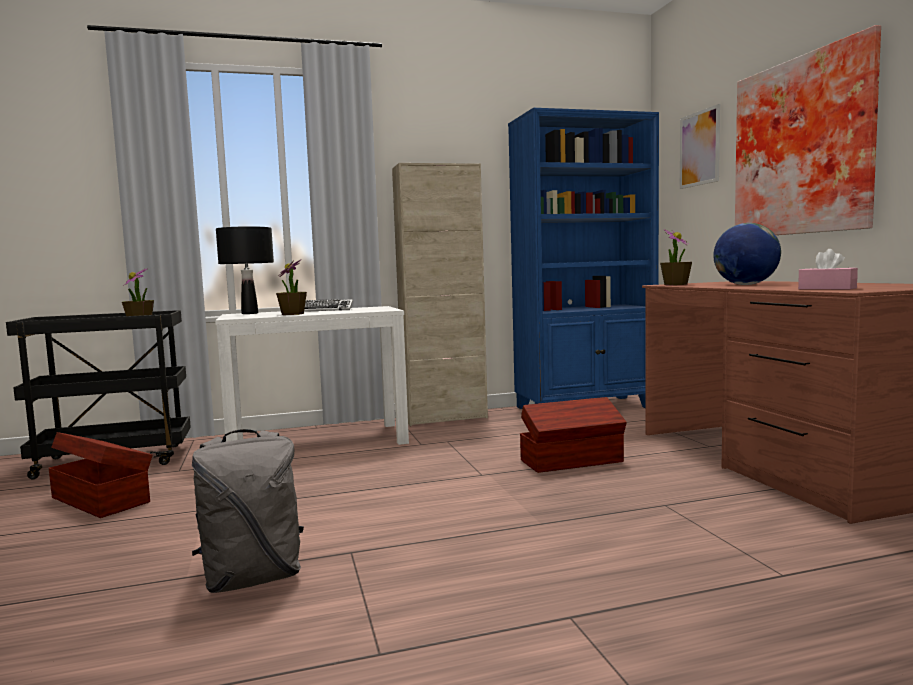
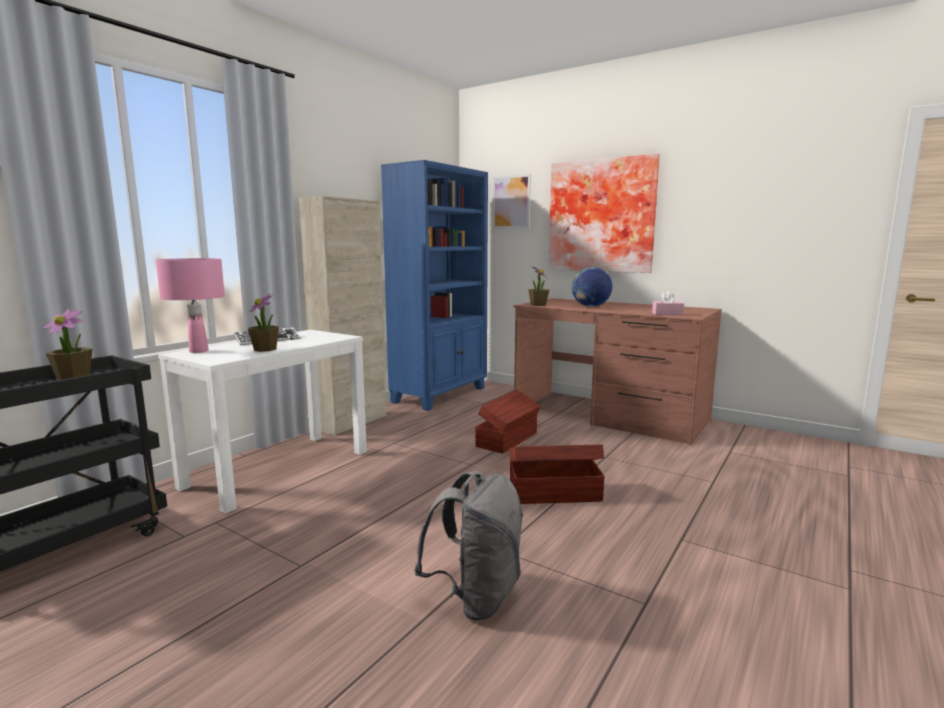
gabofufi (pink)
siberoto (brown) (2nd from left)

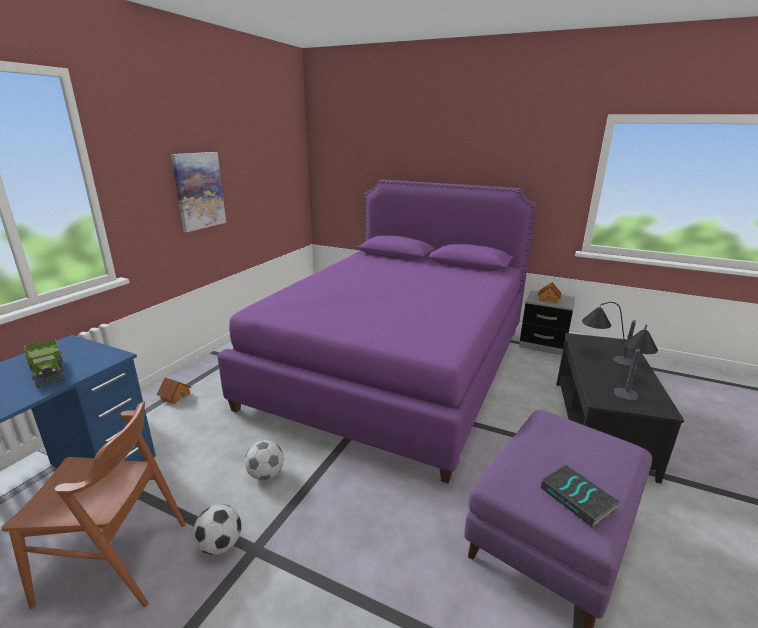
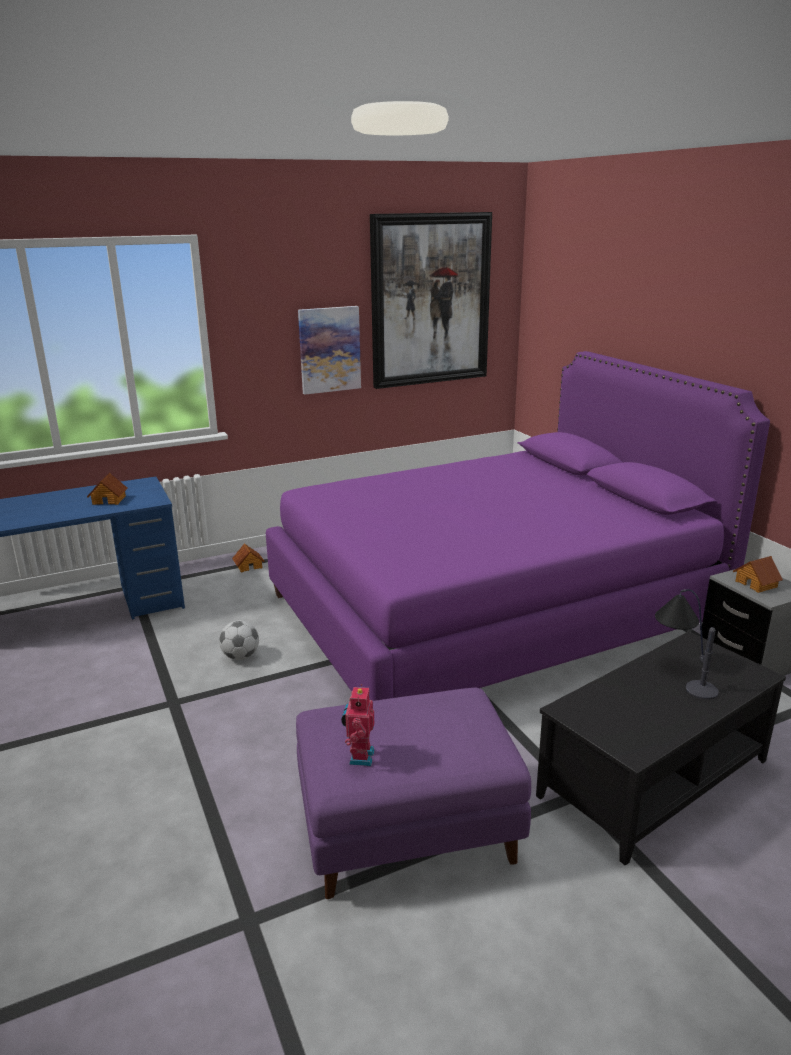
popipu (1st from left)
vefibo
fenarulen (2nd from left)
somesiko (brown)
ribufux (1st from left in the first image)
gabofufi (2nd from left in the first image)

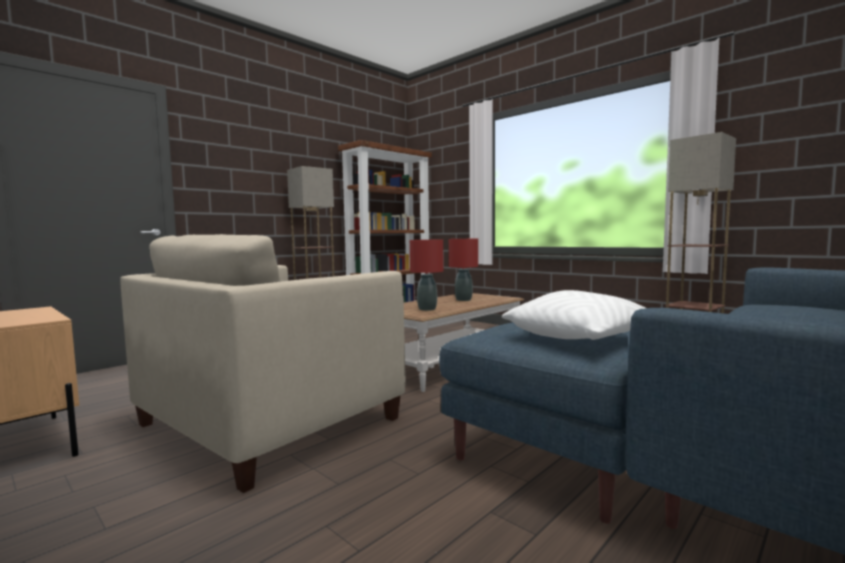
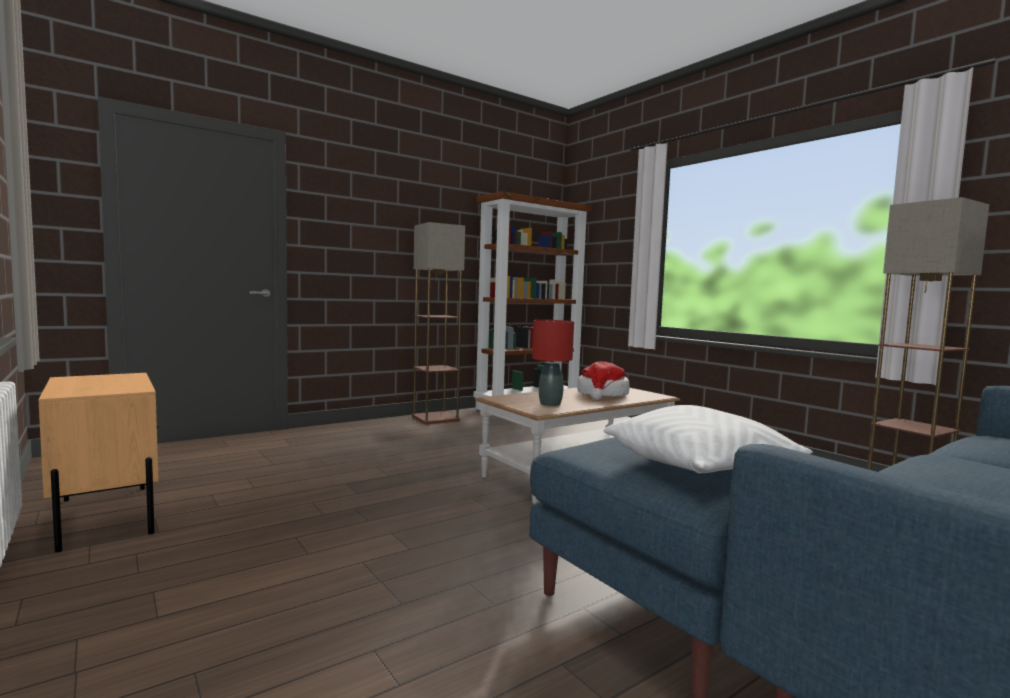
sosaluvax
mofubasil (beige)

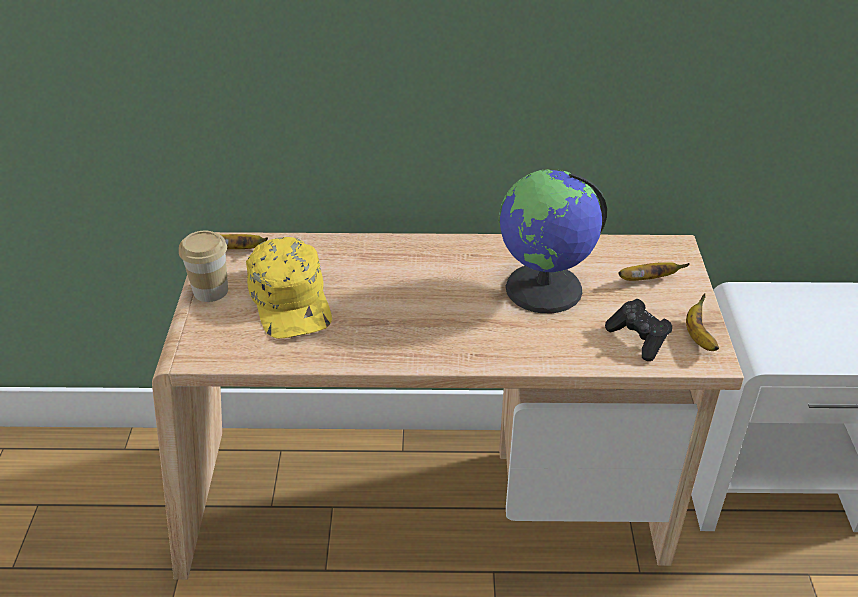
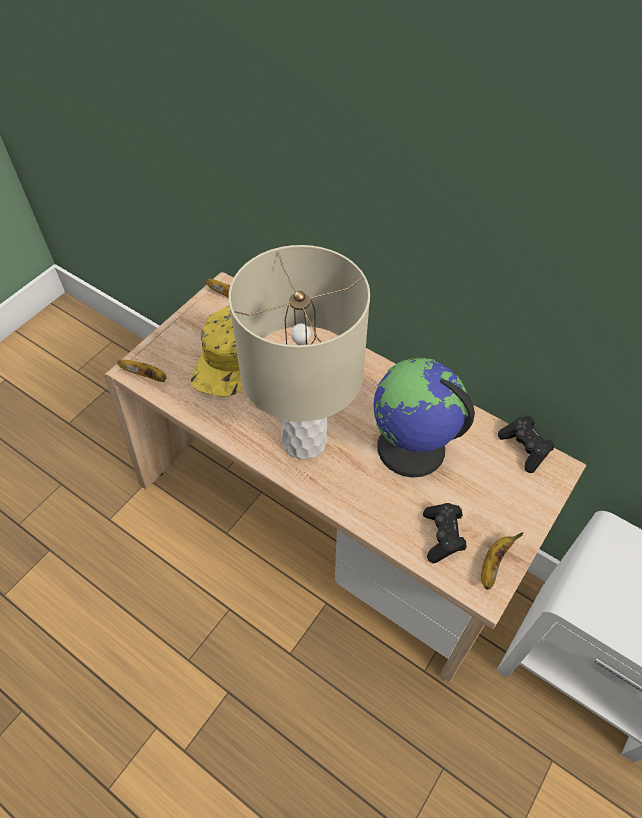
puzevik (1st from left)
gabofufi (beige)
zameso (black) (2nd from left)
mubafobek

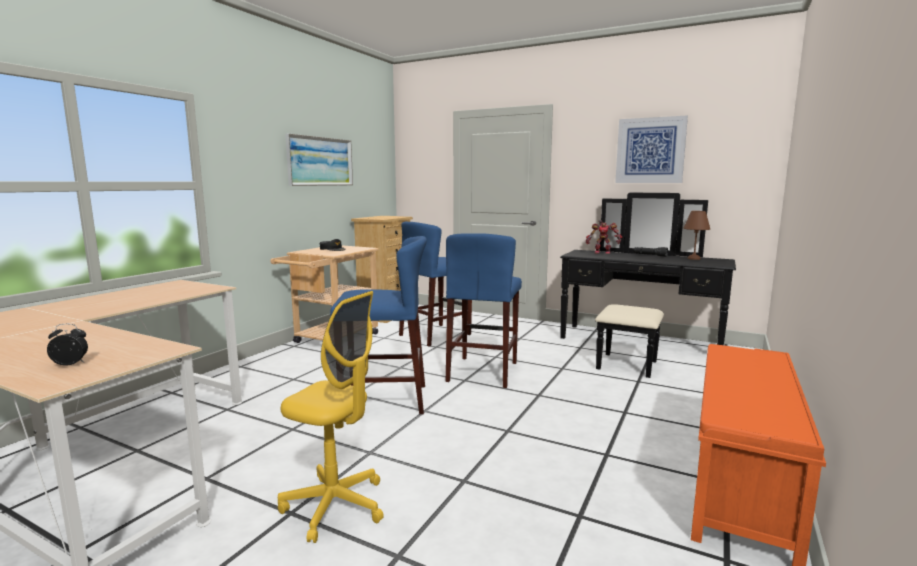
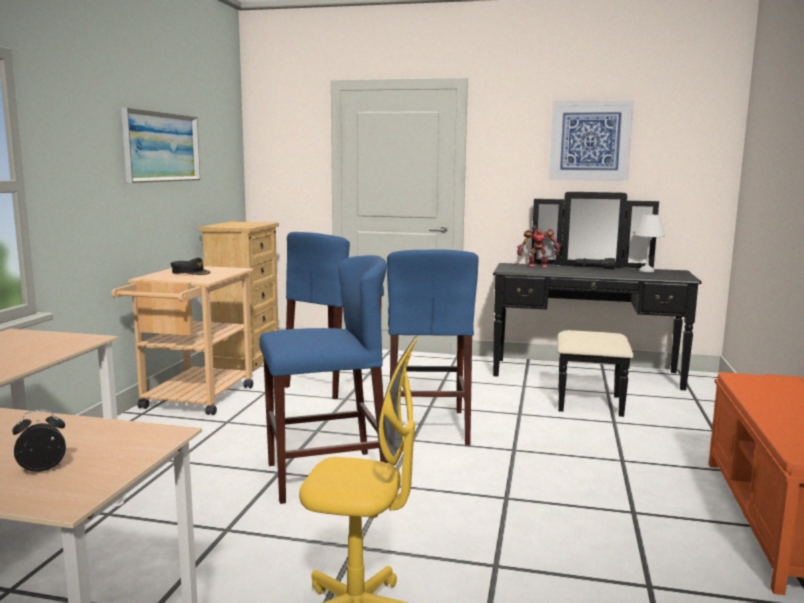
gabofufi (white)

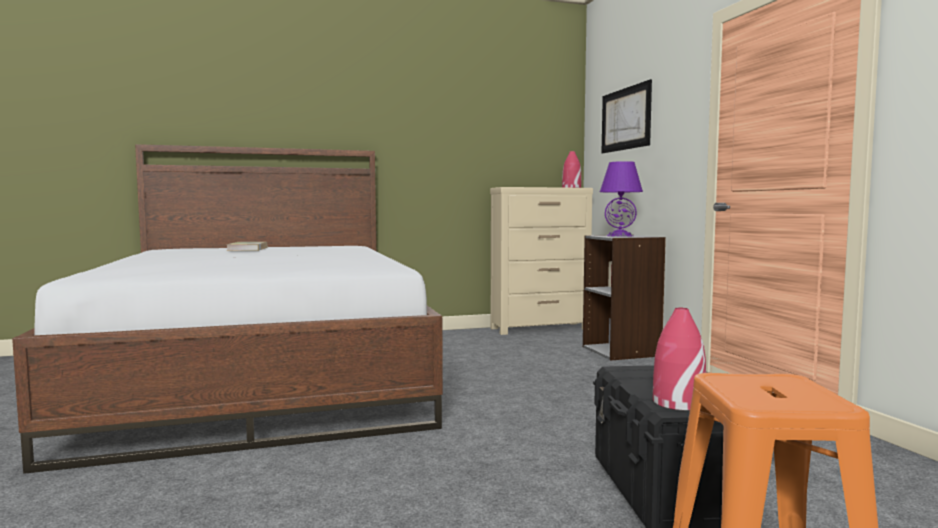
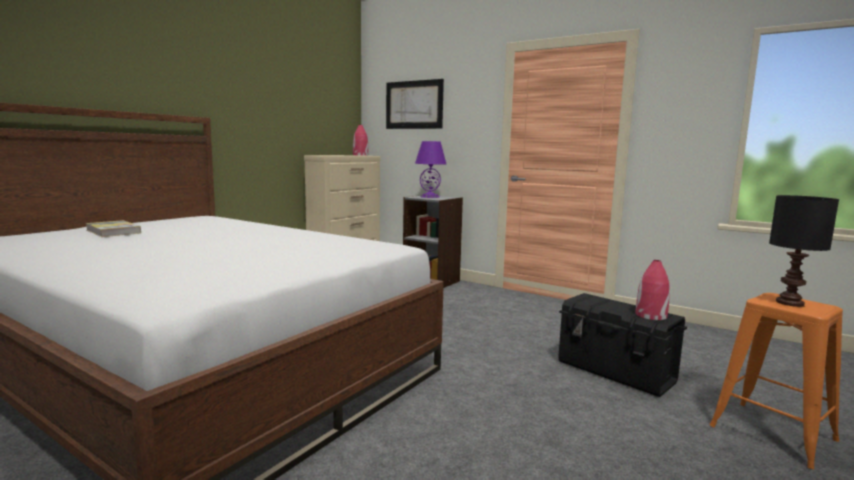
gabofufi (black)

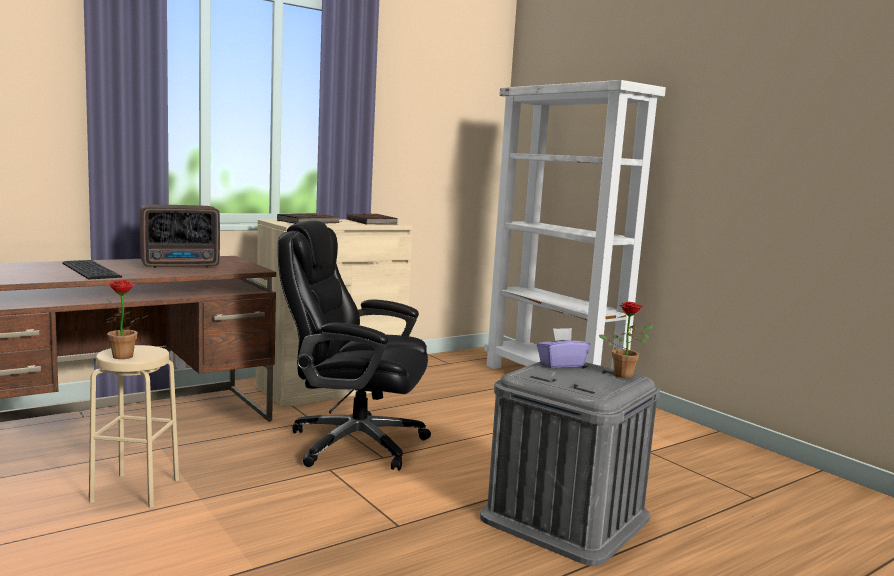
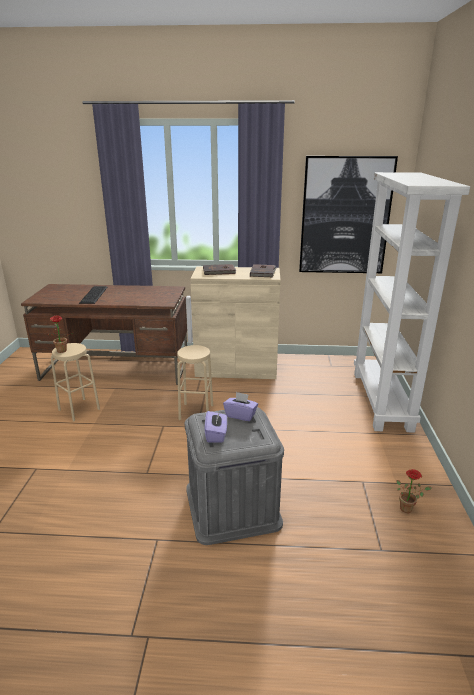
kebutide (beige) (2nd from left)
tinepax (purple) (1st from left)
fenarulen
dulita (2nd from left)
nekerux

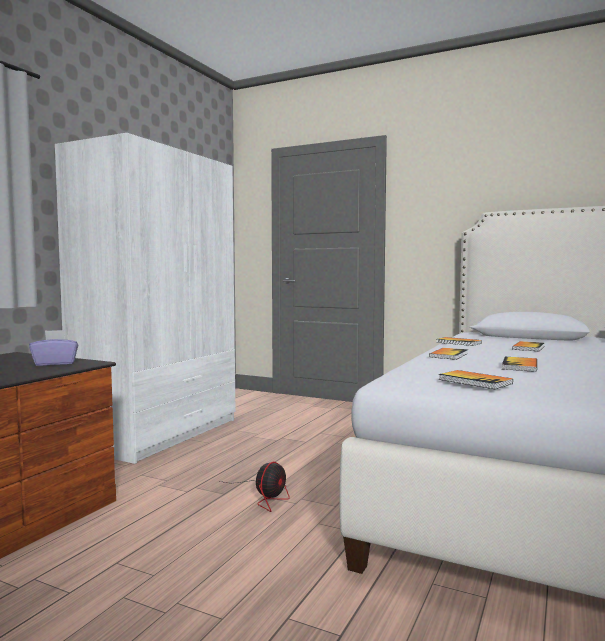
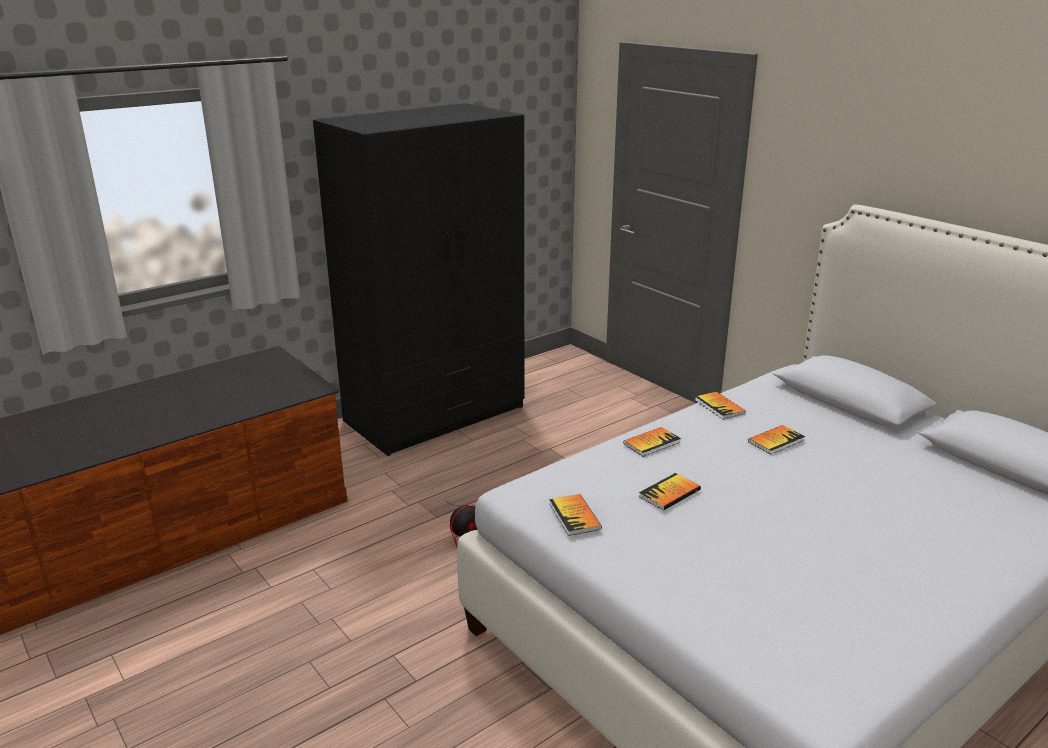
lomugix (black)
tinepax (purple)

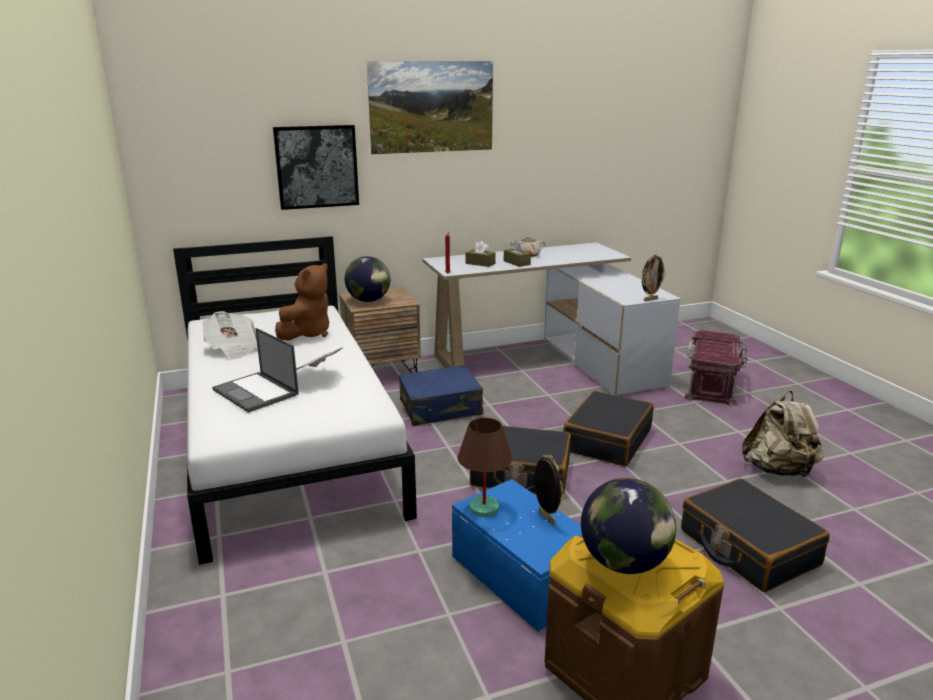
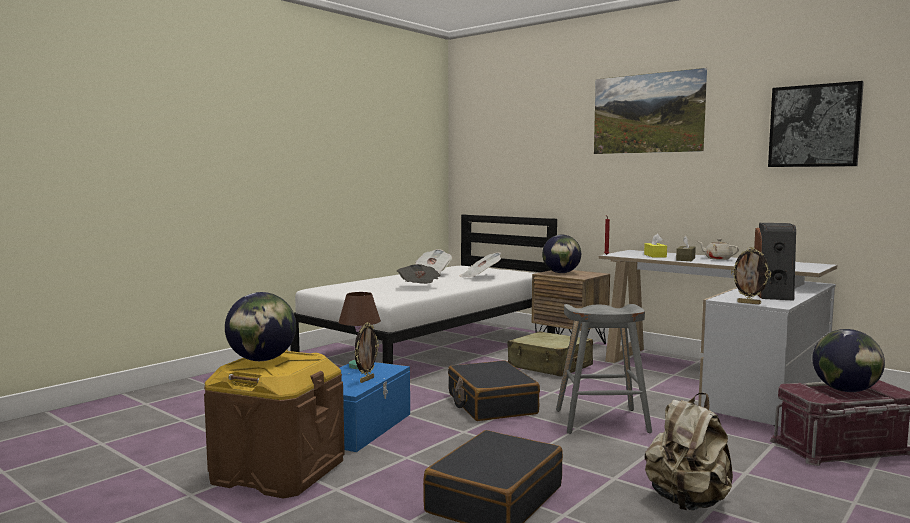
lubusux (3rd from left)
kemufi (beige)
kebutide (grey)
tinepax (yellow)
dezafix
fenarulen (2nd from left)
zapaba (3rd from left)
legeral

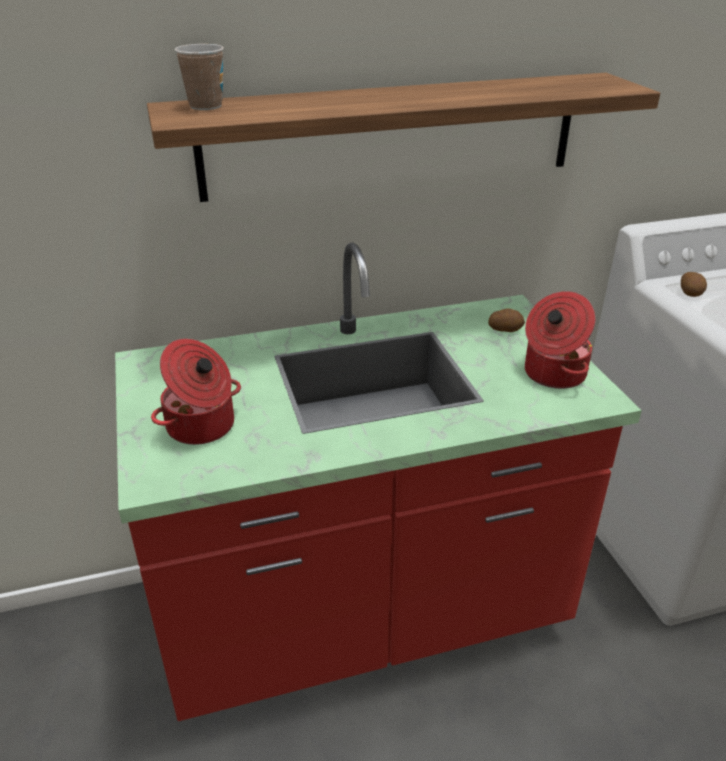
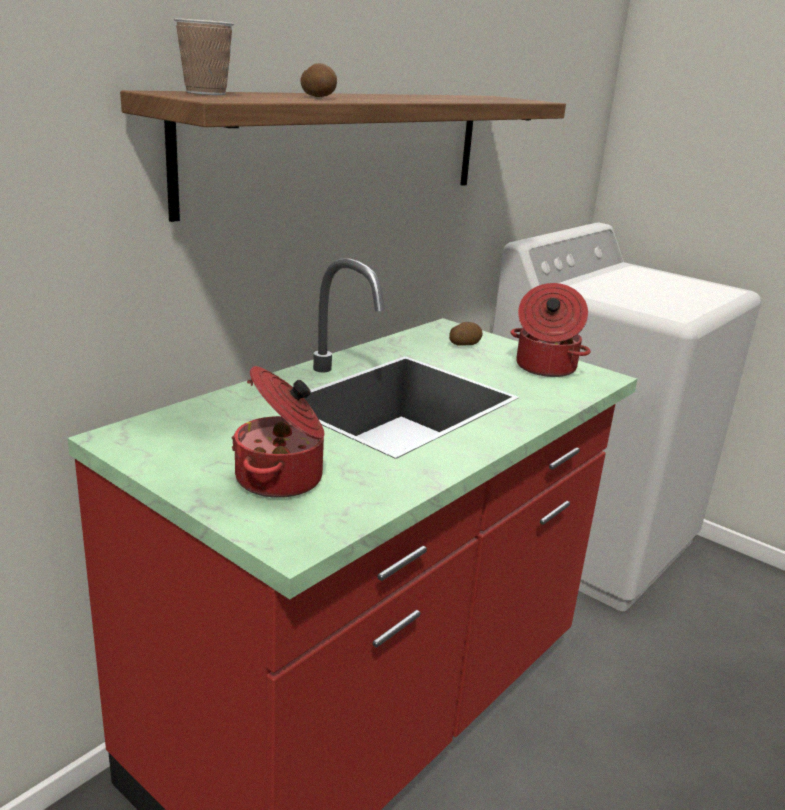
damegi (1st from left)

